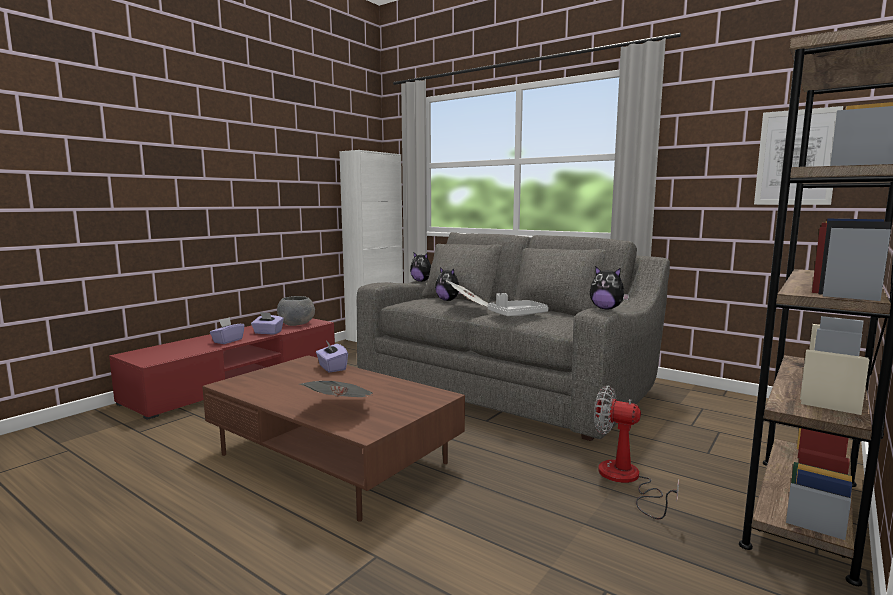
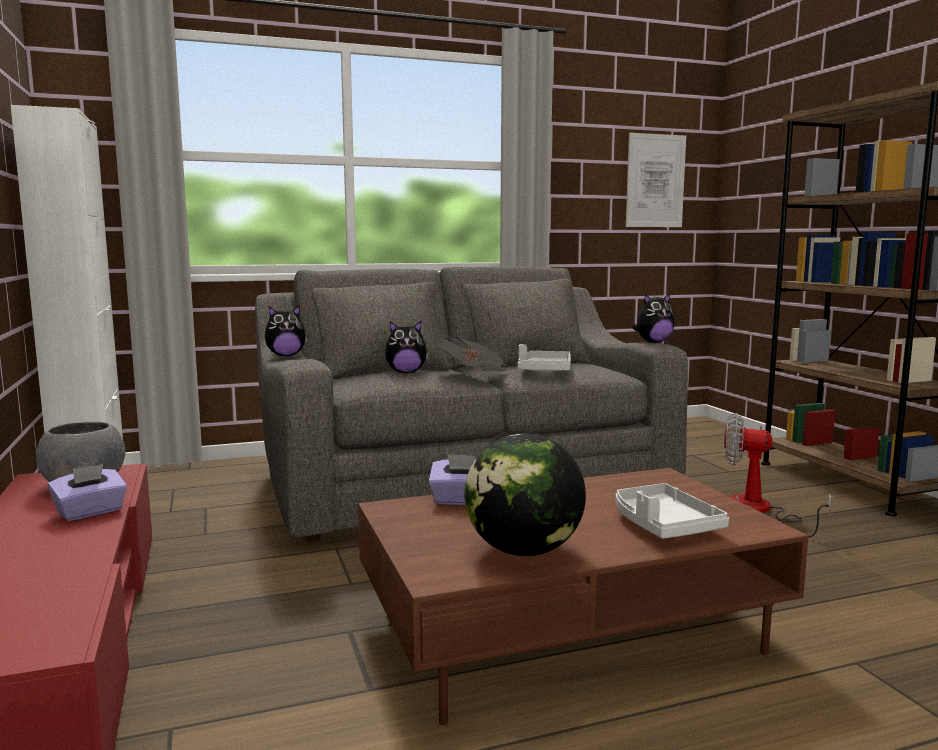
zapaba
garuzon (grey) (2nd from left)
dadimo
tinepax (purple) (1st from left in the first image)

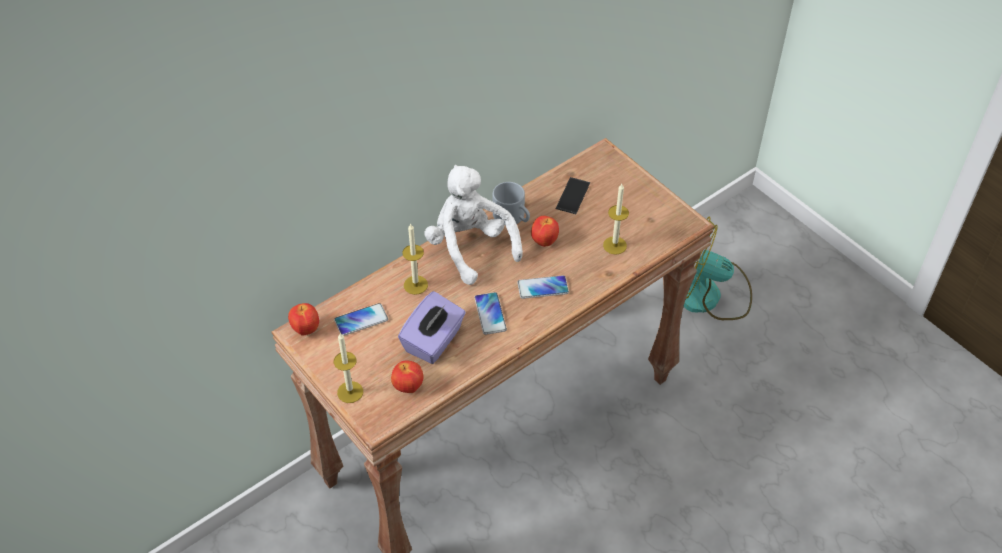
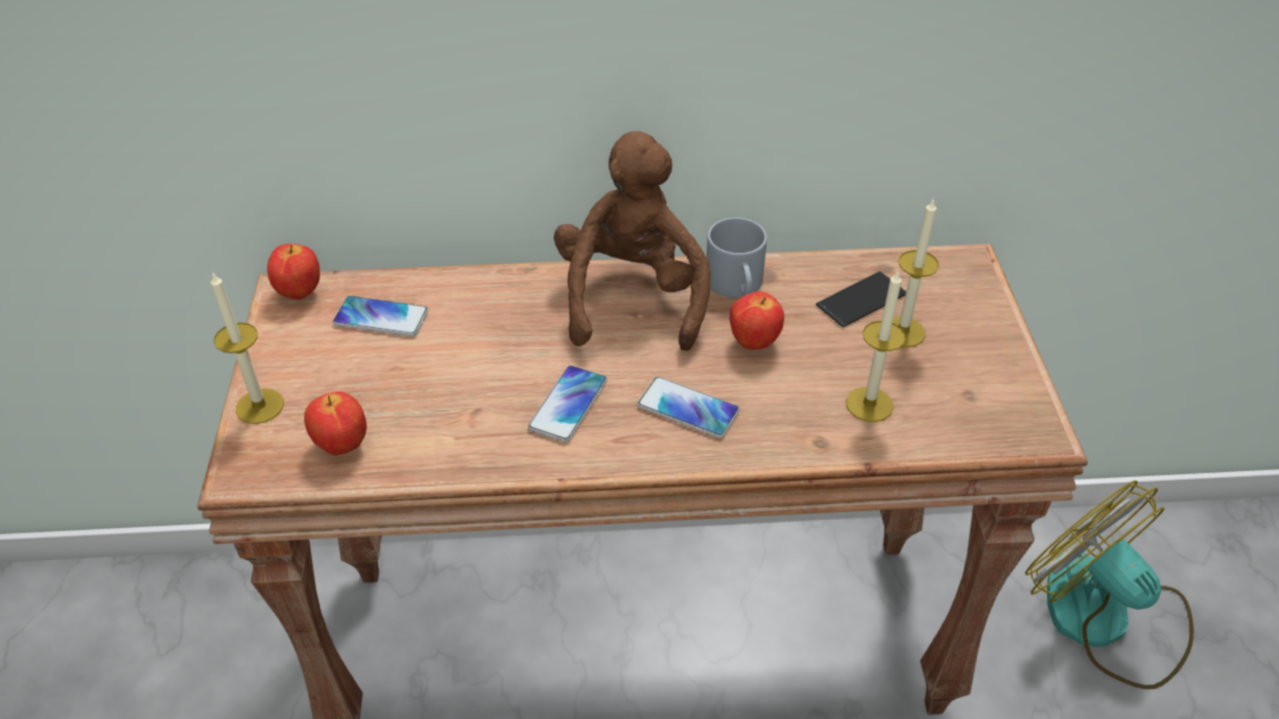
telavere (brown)
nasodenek (3rd from left)
tinepax (purple)

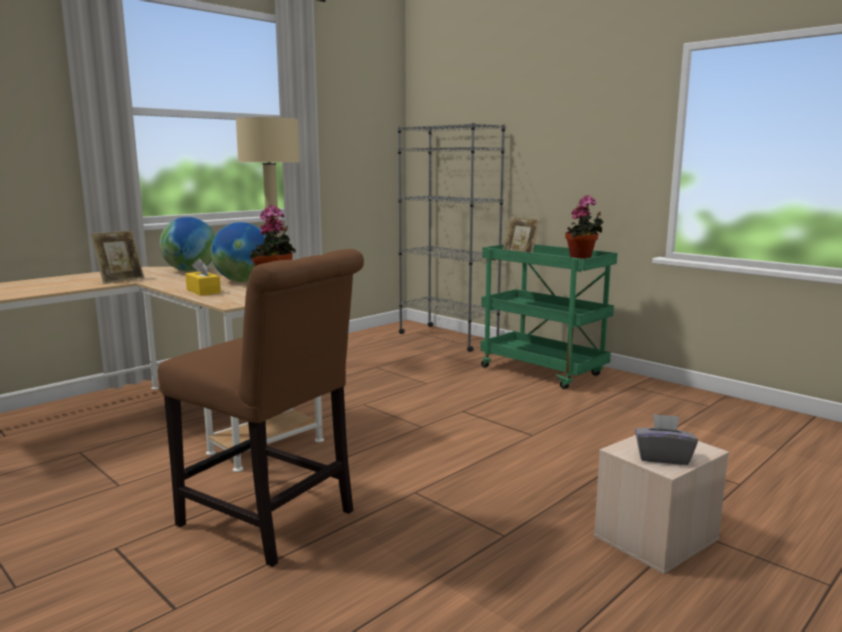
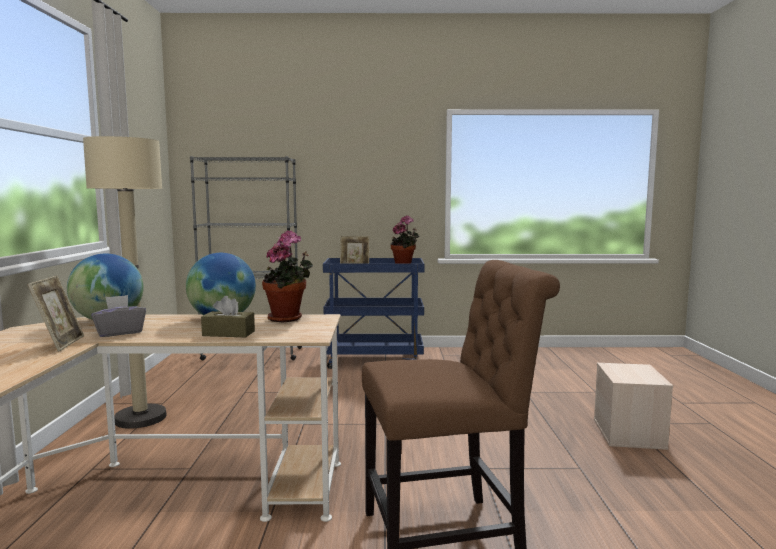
tinepax (grey)
tinepax (brown)
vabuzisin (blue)

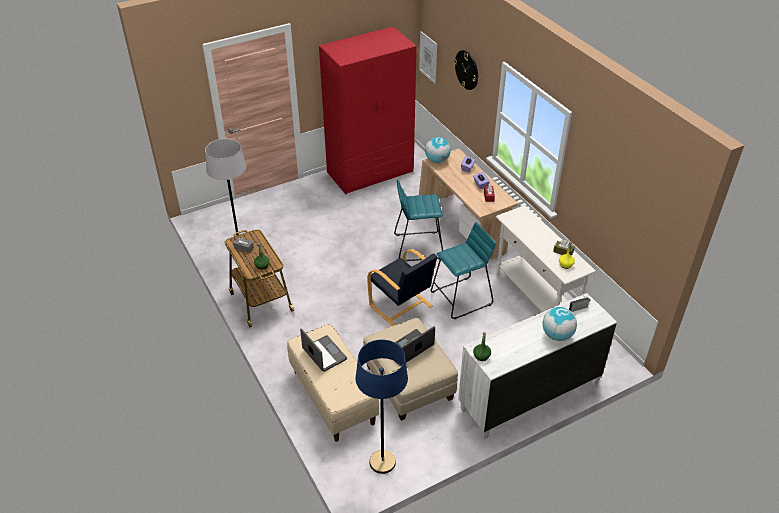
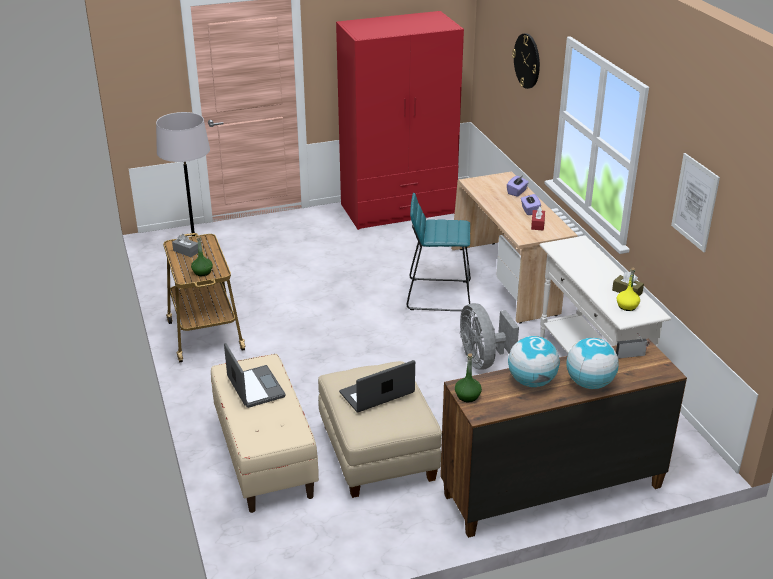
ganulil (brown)
dadimo (grey)
zapaba (1st from left)
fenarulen
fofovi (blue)
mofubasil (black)

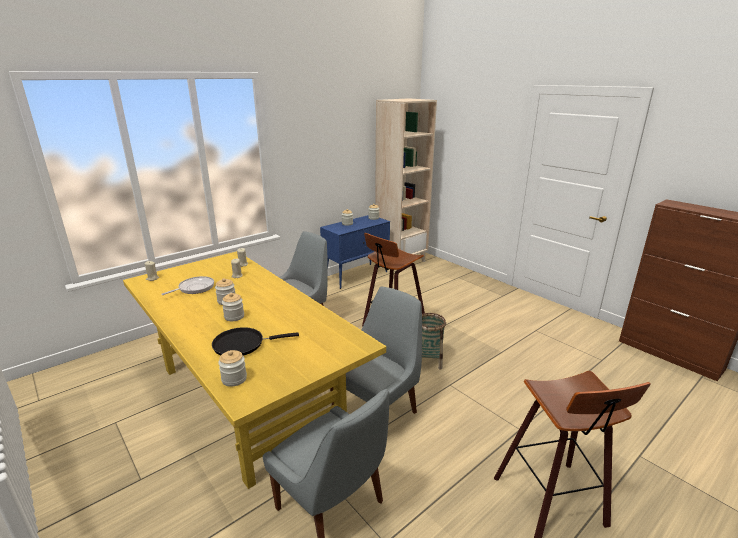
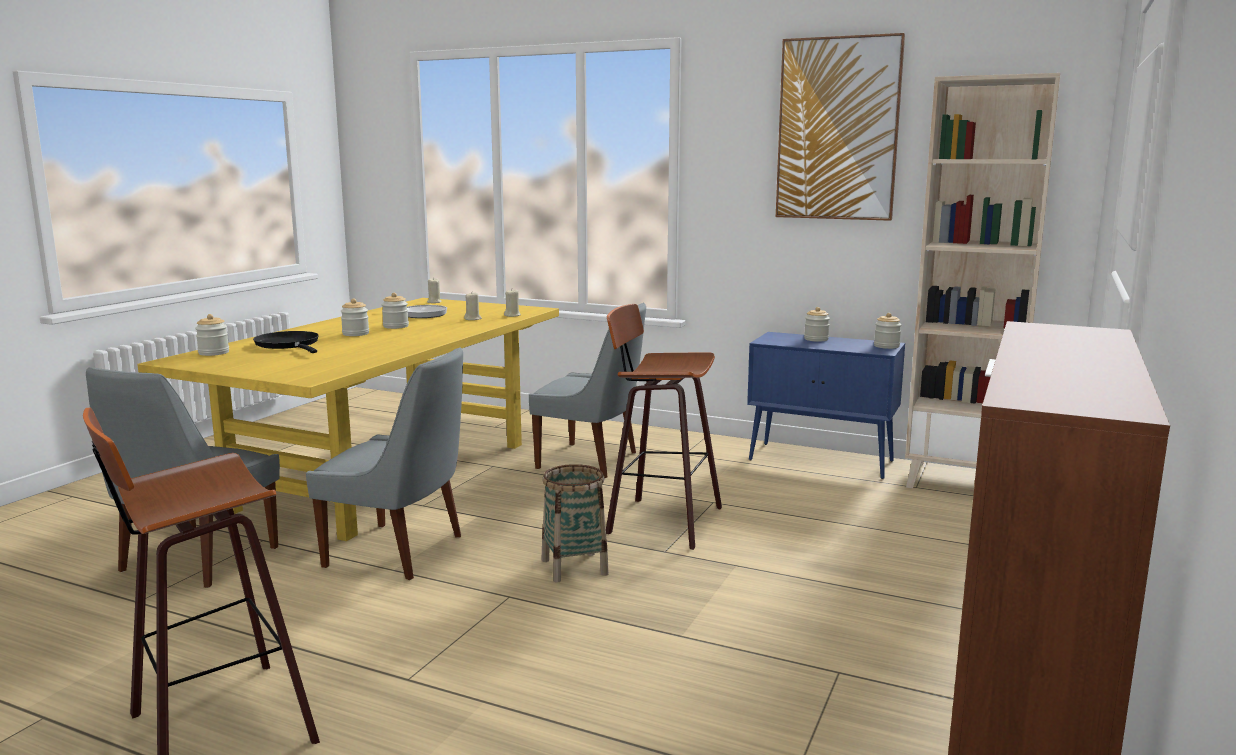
fenarulen

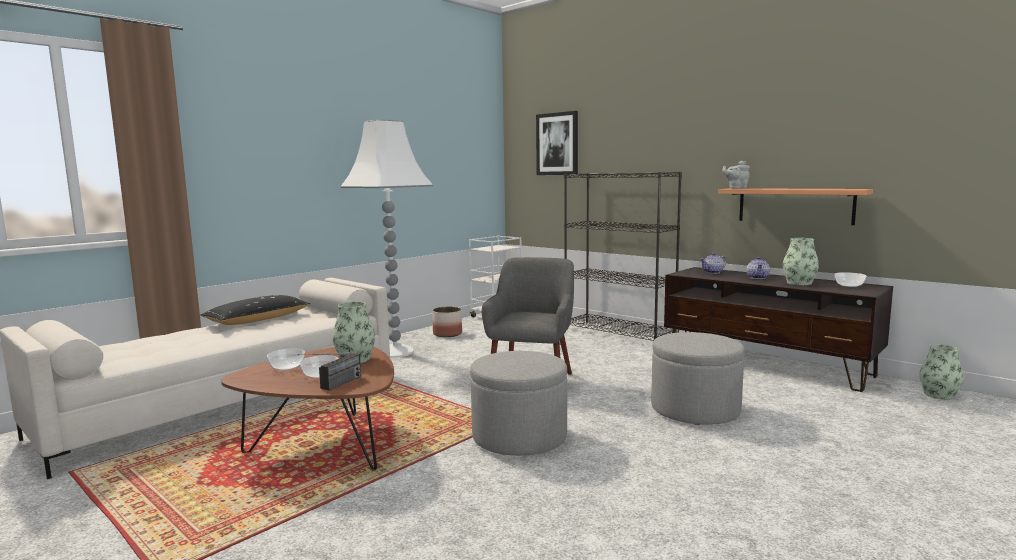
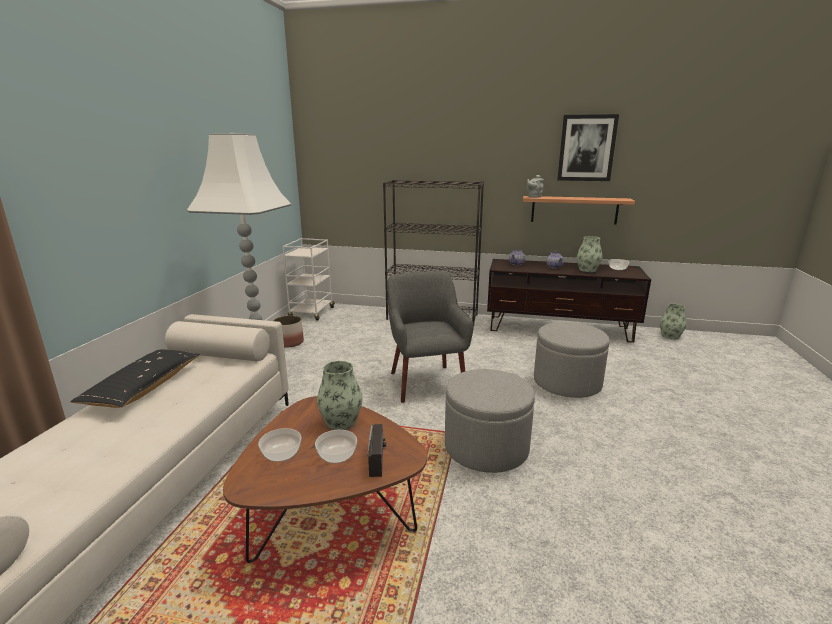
fenarulen

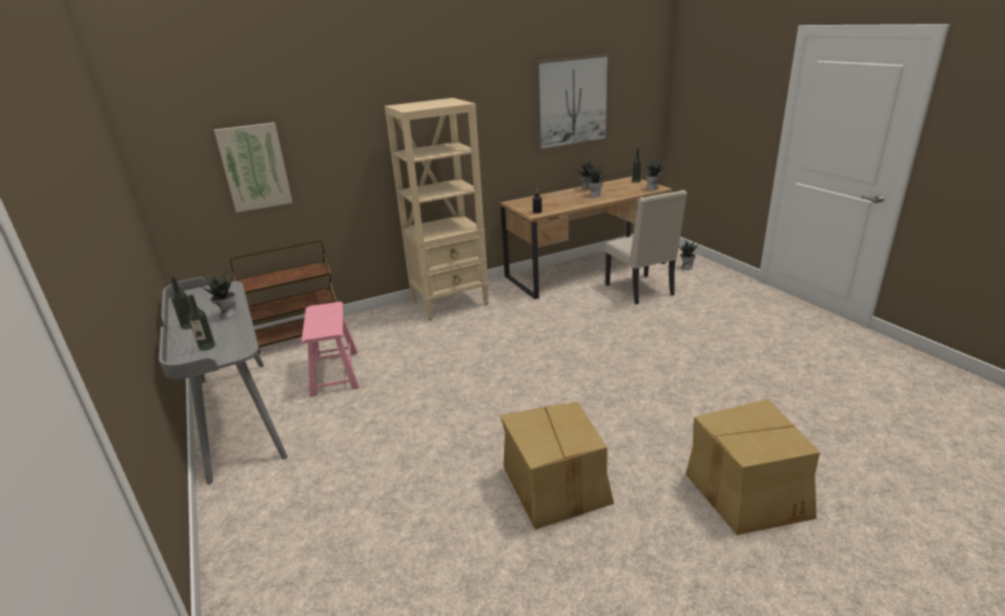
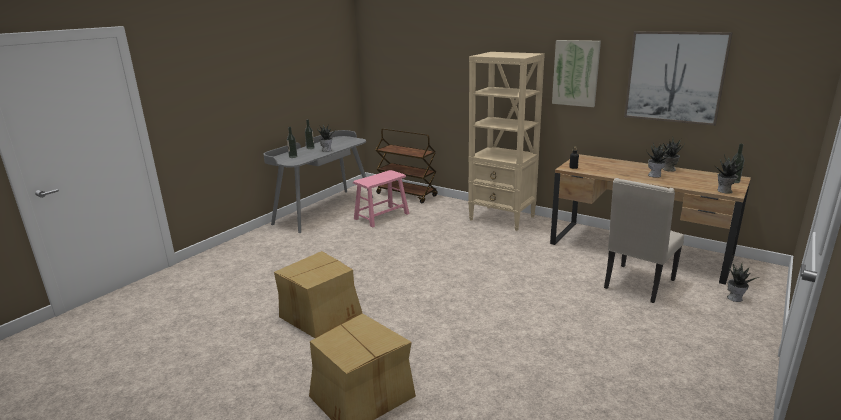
fenarulen (1st from left)

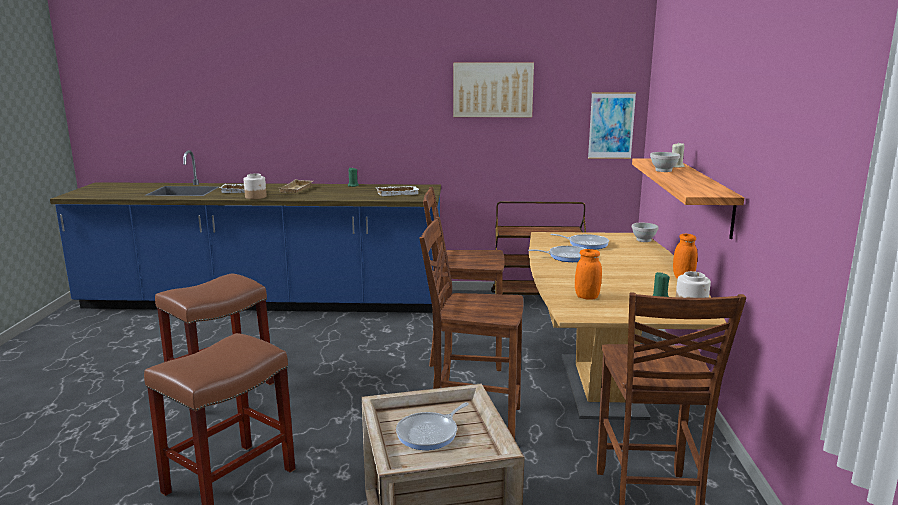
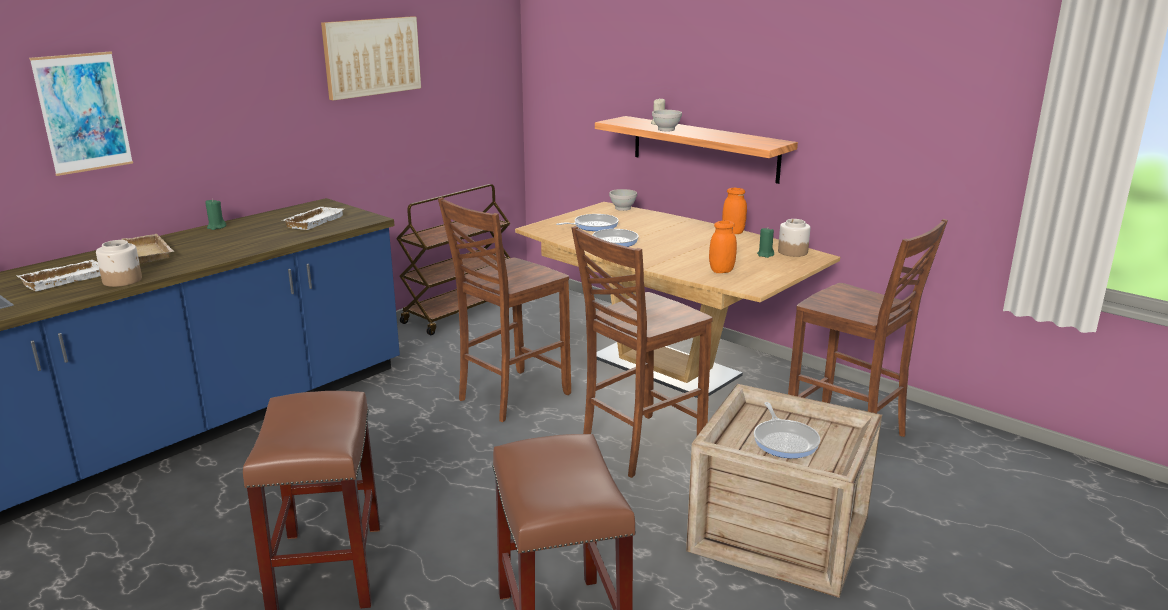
fenarulen (1st from left)

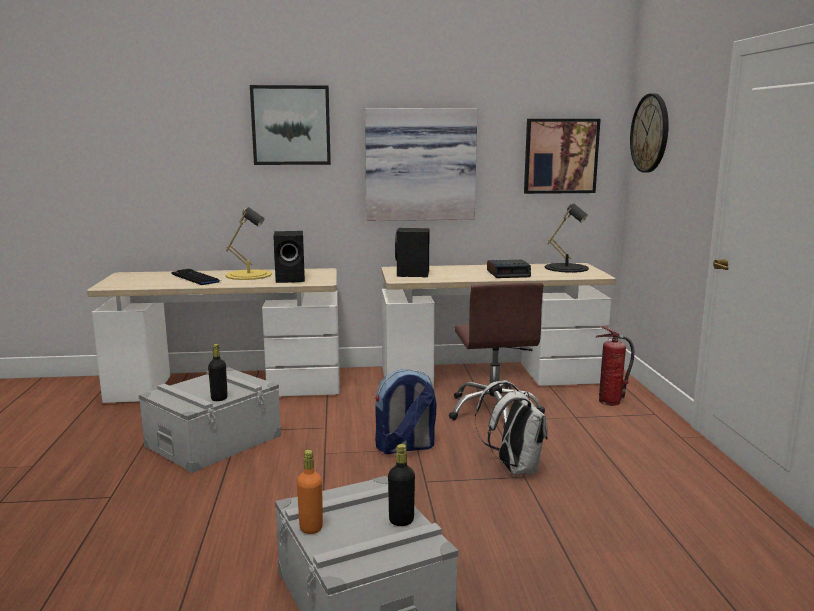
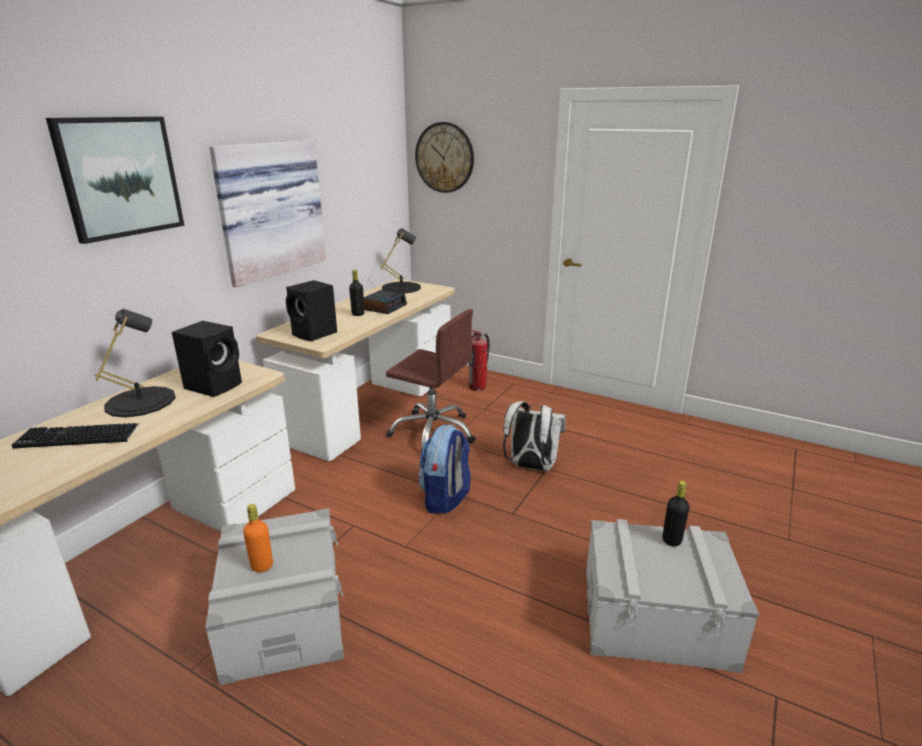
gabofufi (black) (1st from left)
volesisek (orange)
volesisek (black) (1st from left)
fenarulen (3rd from left in the first image)

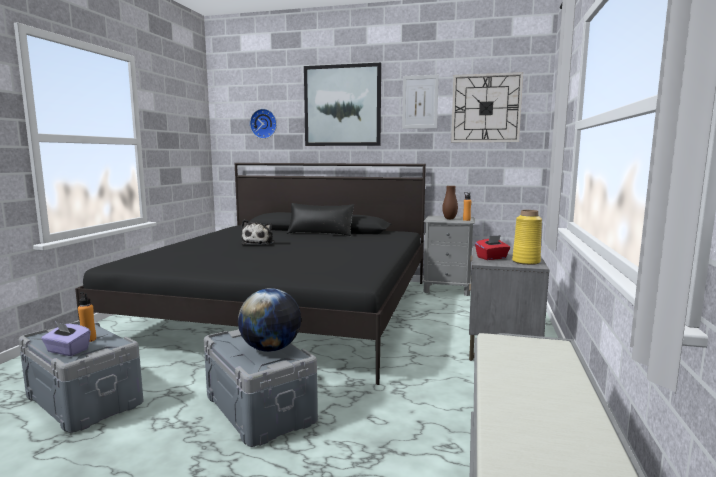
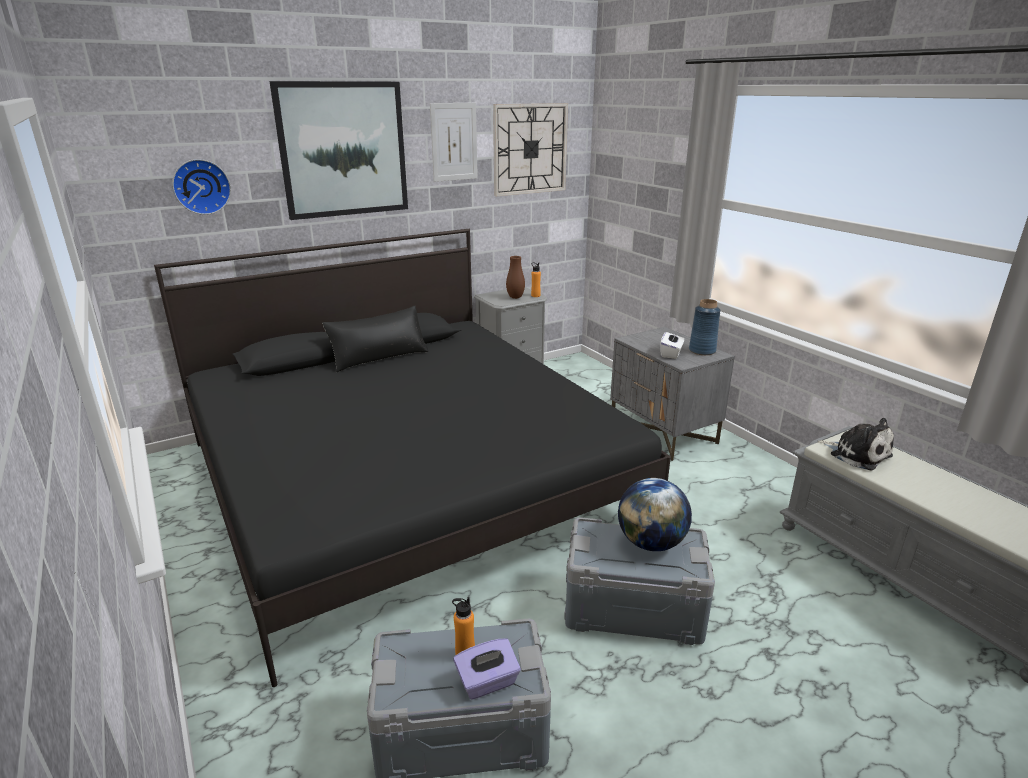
tinepax (white)
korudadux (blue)
telavere

